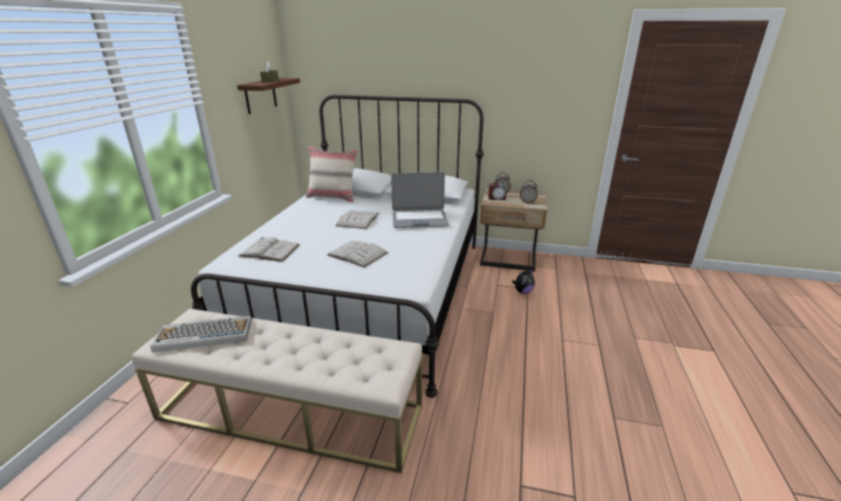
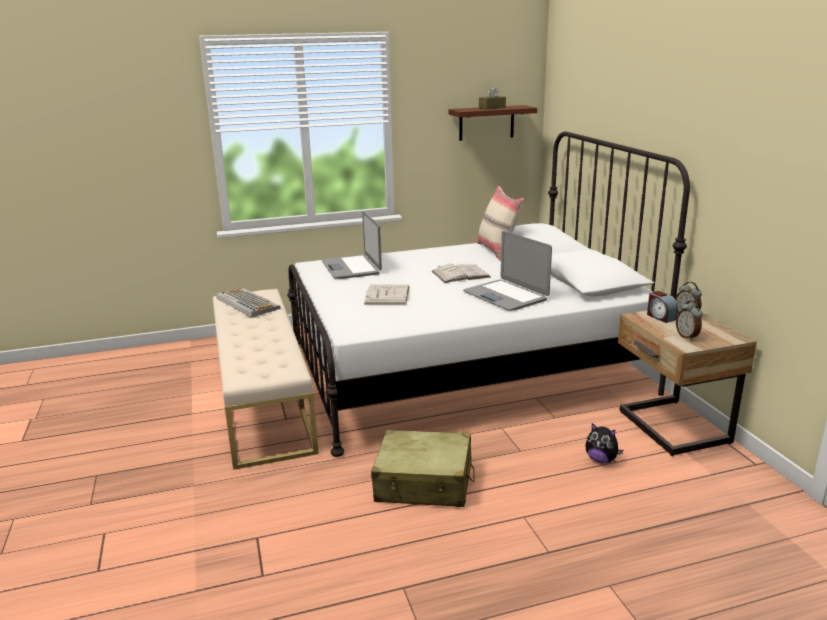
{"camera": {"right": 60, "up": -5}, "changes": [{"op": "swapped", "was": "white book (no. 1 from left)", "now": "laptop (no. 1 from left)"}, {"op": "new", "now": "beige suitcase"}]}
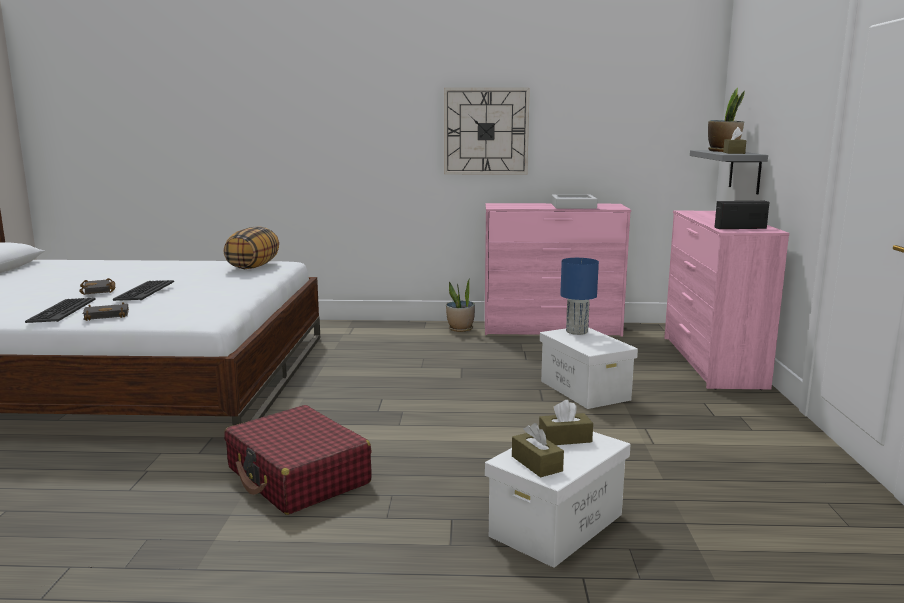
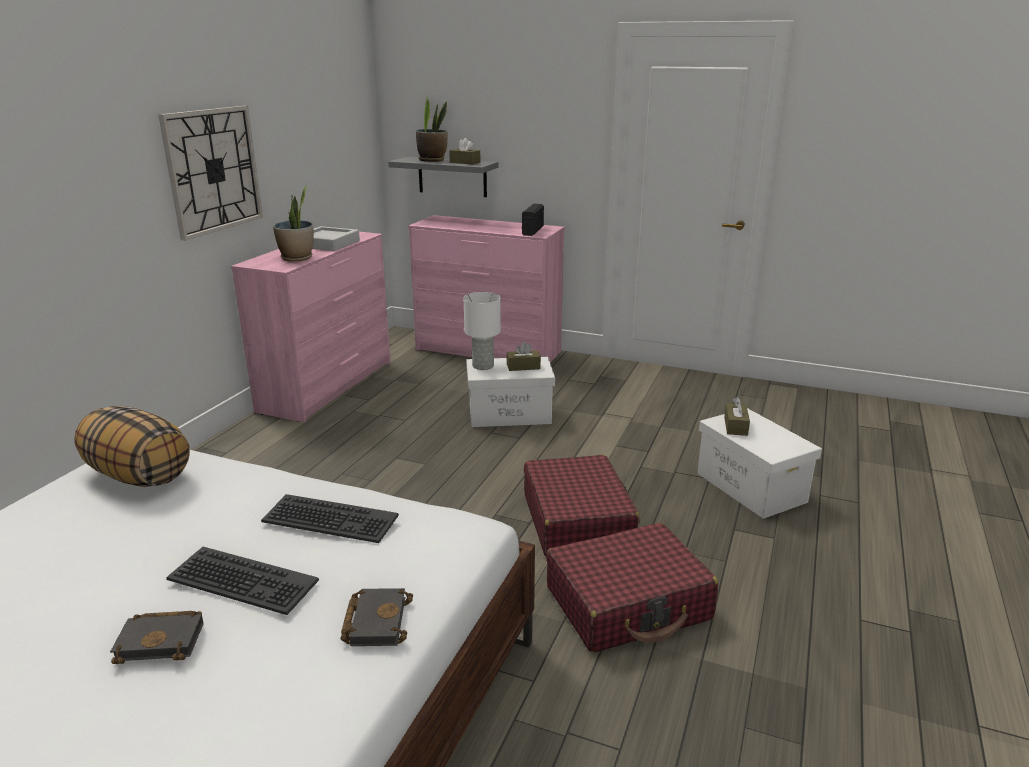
{"camera": {"right": -70, "up": 10}, "changes": [{"op": "repainted", "was": "blue table lamp", "now": "white table lamp"}, {"op": "shifted", "was": "potted plant (no. 1 from left)"}, {"op": "shifted", "was": "keyboard (no. 1 from left in the first image)", "now": "keyboard (no. 2 from left)"}, {"op": "shifted", "was": "brown tissue box (no. 1 from left in the first image)", "now": "brown tissue box (no. 2 from left)"}, {"op": "new", "now": "red suitcase (no. 1 from left)"}]}
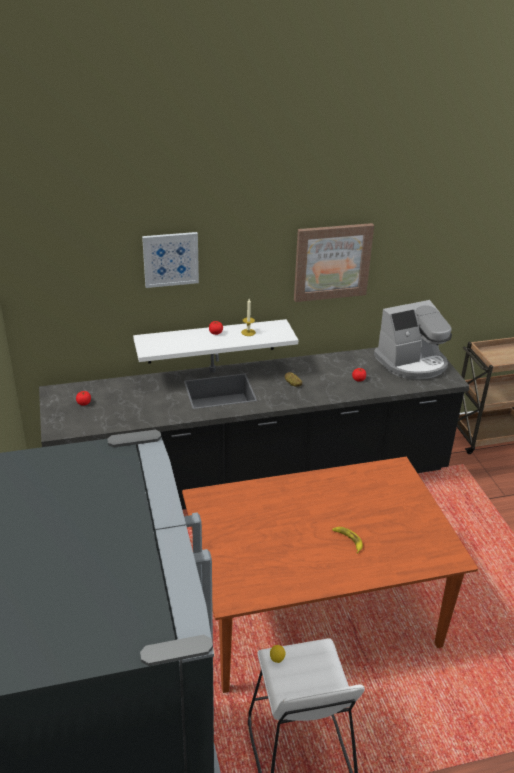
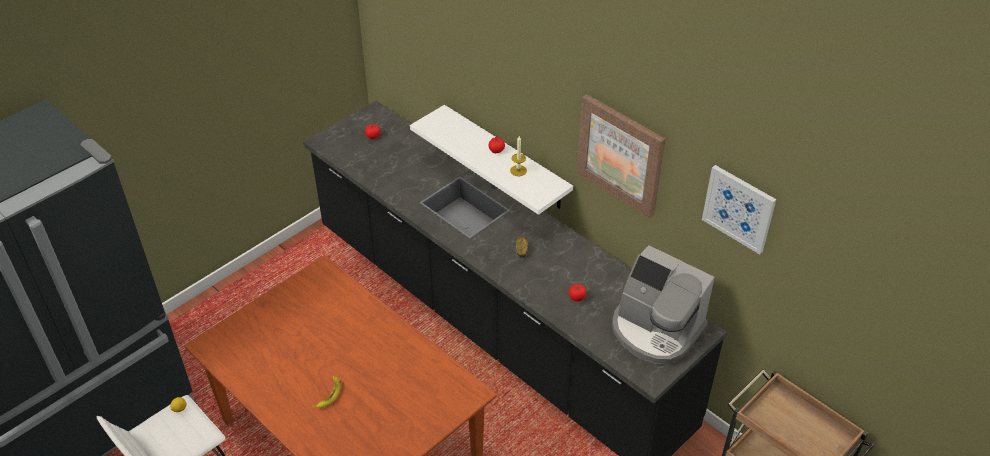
{"camera": {"right": 60, "up": 10}, "changes": [{"op": "shifted", "was": "picture (no. 1 from left in the first image)", "now": "picture (no. 2 from left)"}]}
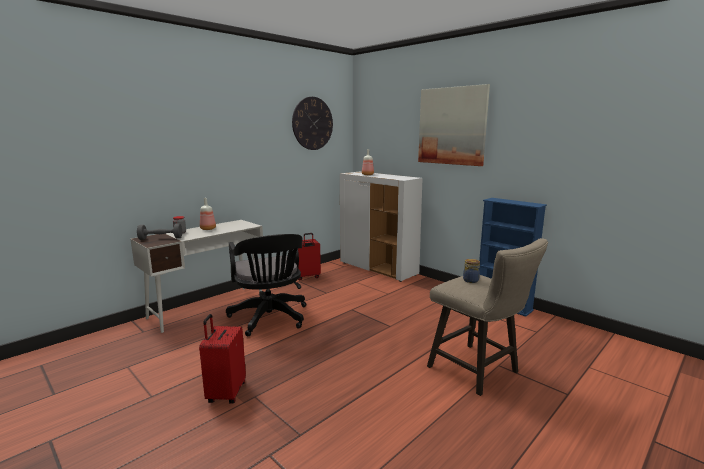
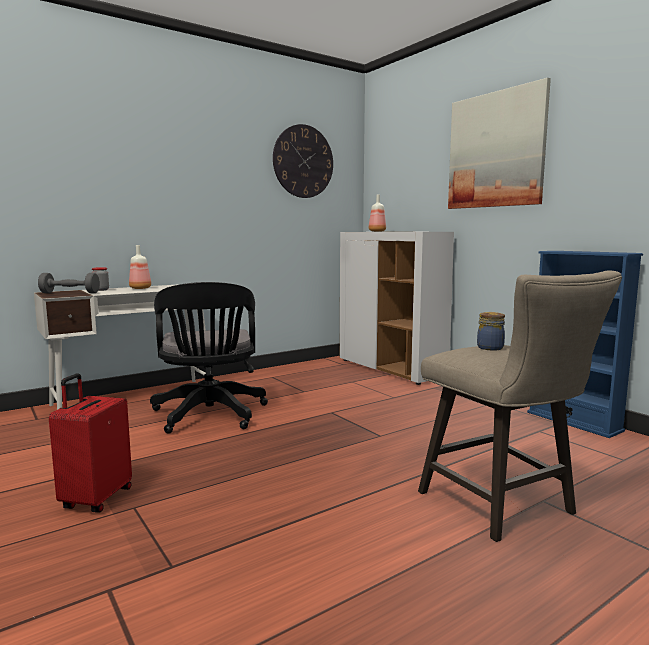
{"camera": {"right": 10, "up": -5}, "changes": [{"op": "gone", "was": "red suitcase (no. 2 from left)"}]}
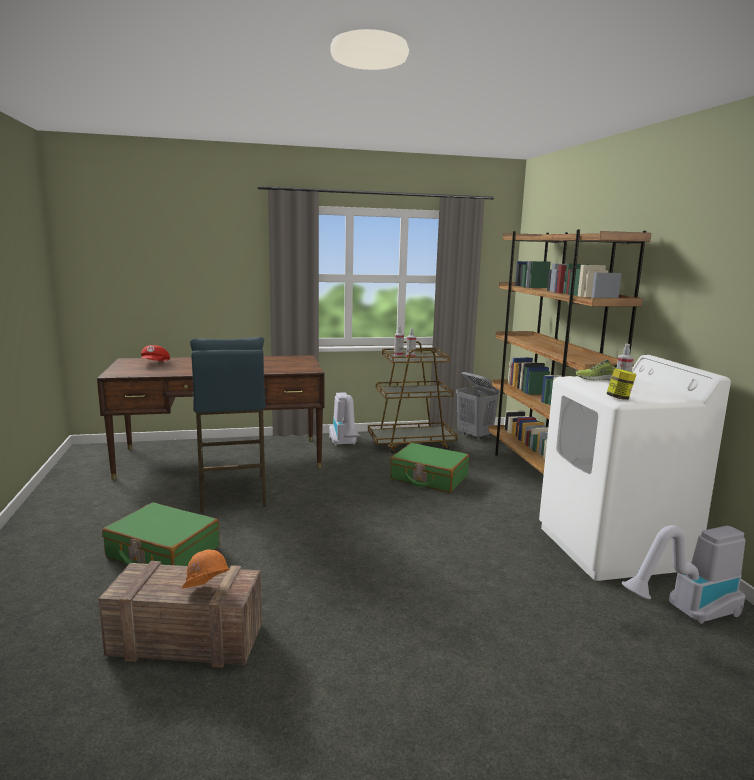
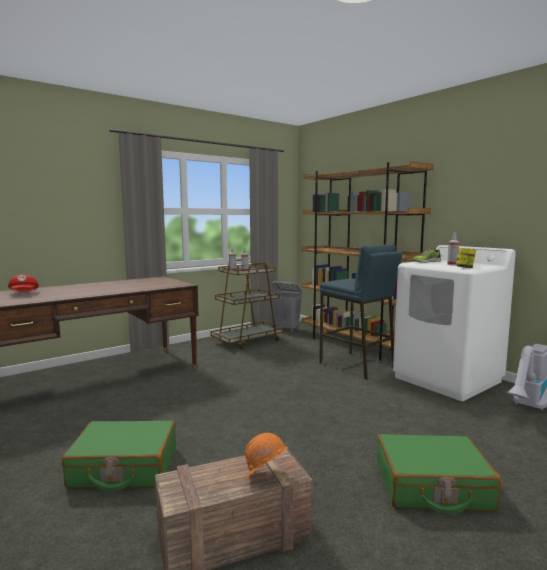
{"camera": {"right": -25, "up": -5}, "changes": [{"op": "shifted", "was": "blue stool"}, {"op": "gone", "was": "vacuum cleaner (no. 1 from left)"}, {"op": "shifted", "was": "green suitcase (no. 2 from left)"}]}
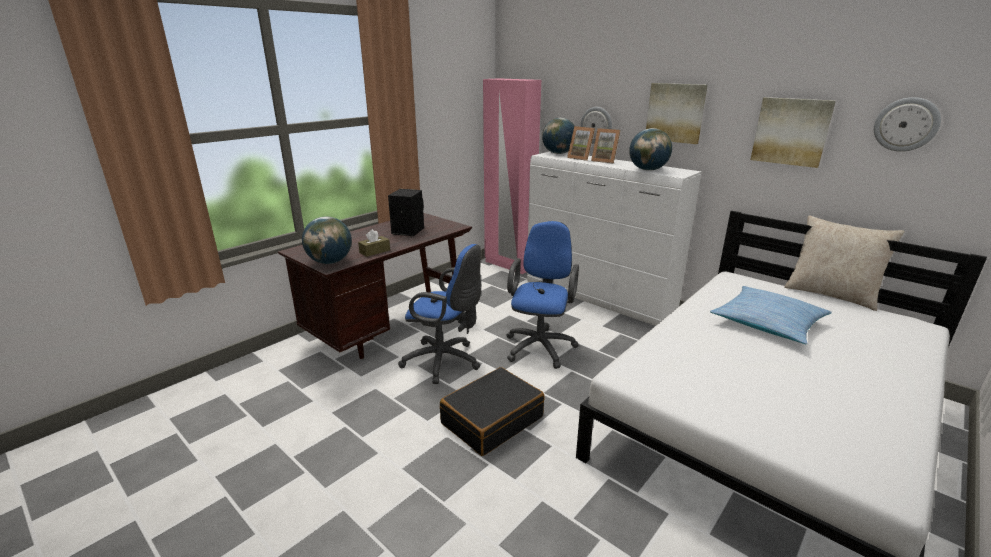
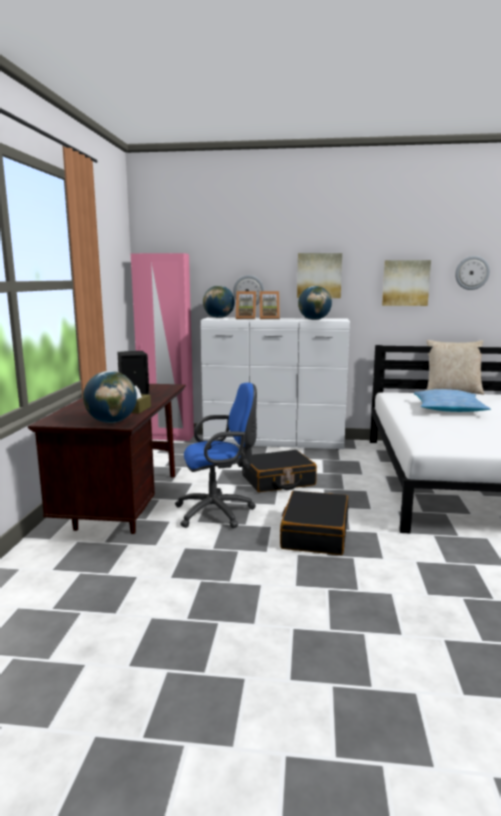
{"camera": {"right": -35, "up": -10}, "changes": [{"op": "swapped", "was": "blue office chair (no. 2 from left)", "now": "black suitcase (no. 1 from left)"}]}
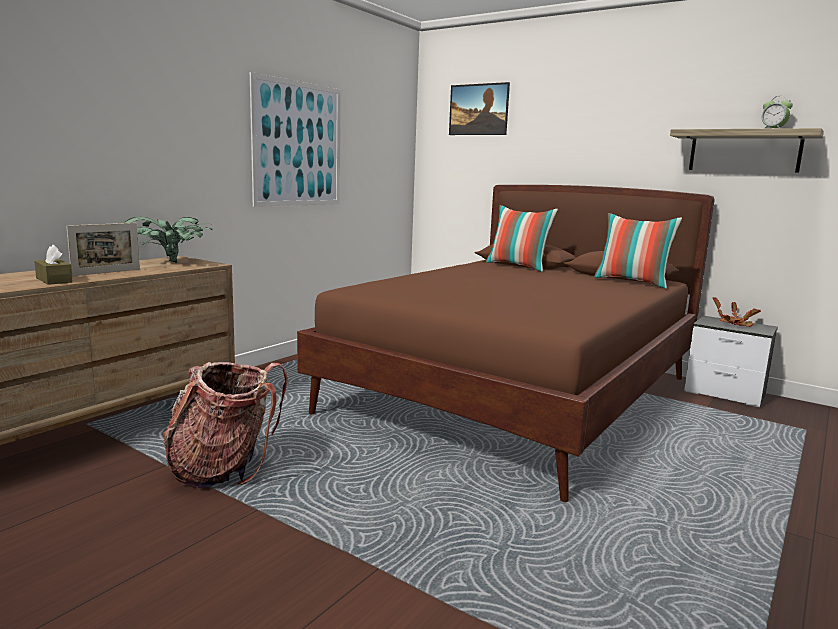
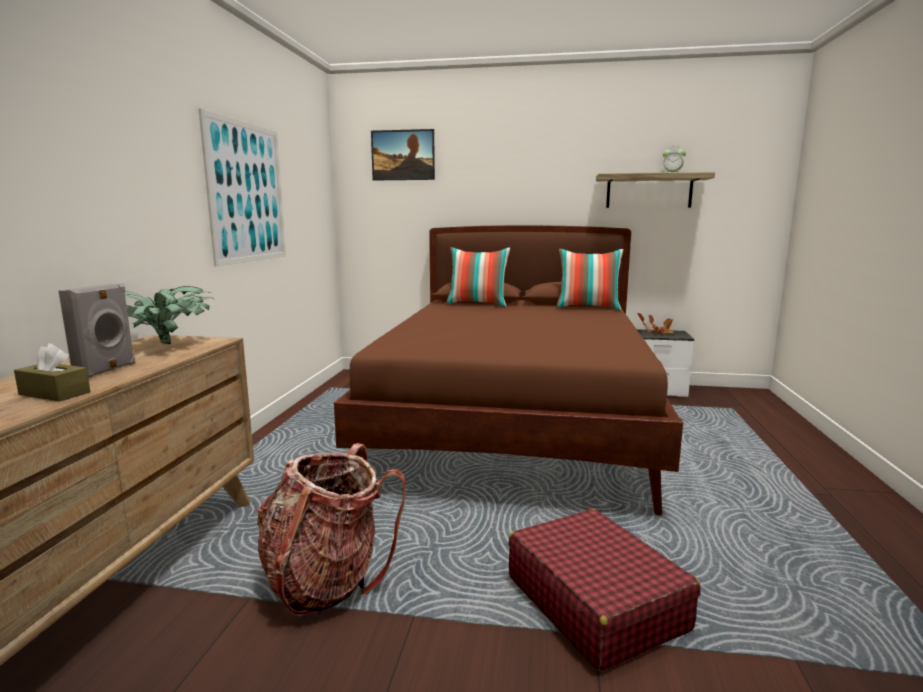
{"camera": {"right": -25, "up": 0}, "changes": [{"op": "swapped", "was": "picture frame", "now": "grey speaker"}, {"op": "new", "now": "red suitcase"}]}
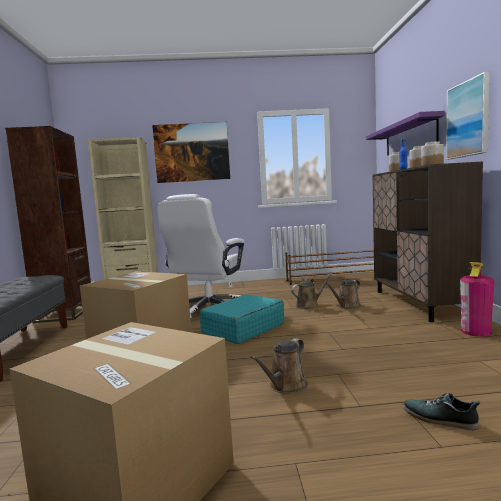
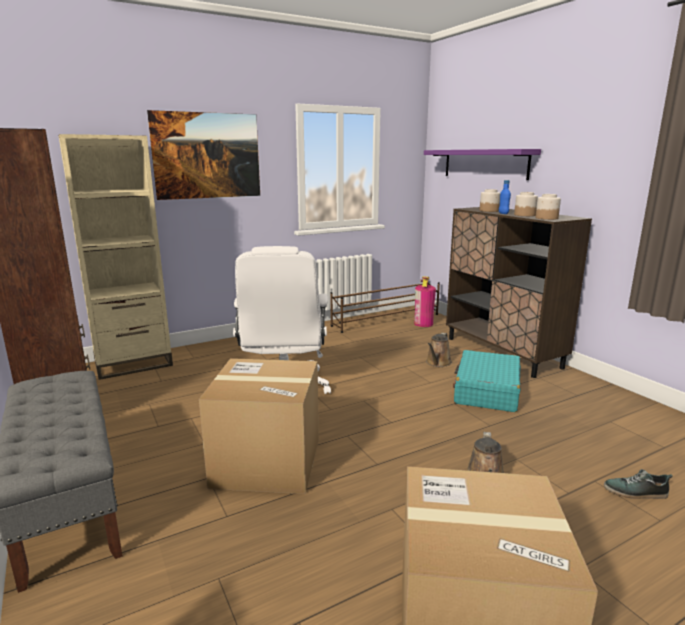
{"camera": {"right": -25, "up": 10}, "changes": [{"op": "gone", "was": "picture (no. 2 from left)"}, {"op": "shifted", "was": "fire extinguisher"}, {"op": "gone", "was": "brown watering can (no. 2 from left)"}, {"op": "shifted", "was": "turquoise suitcase"}]}
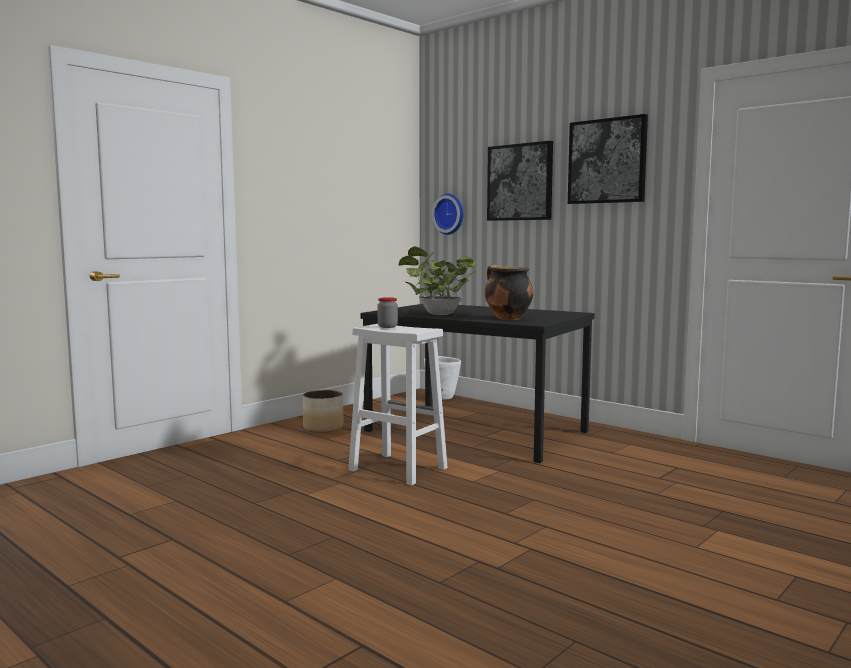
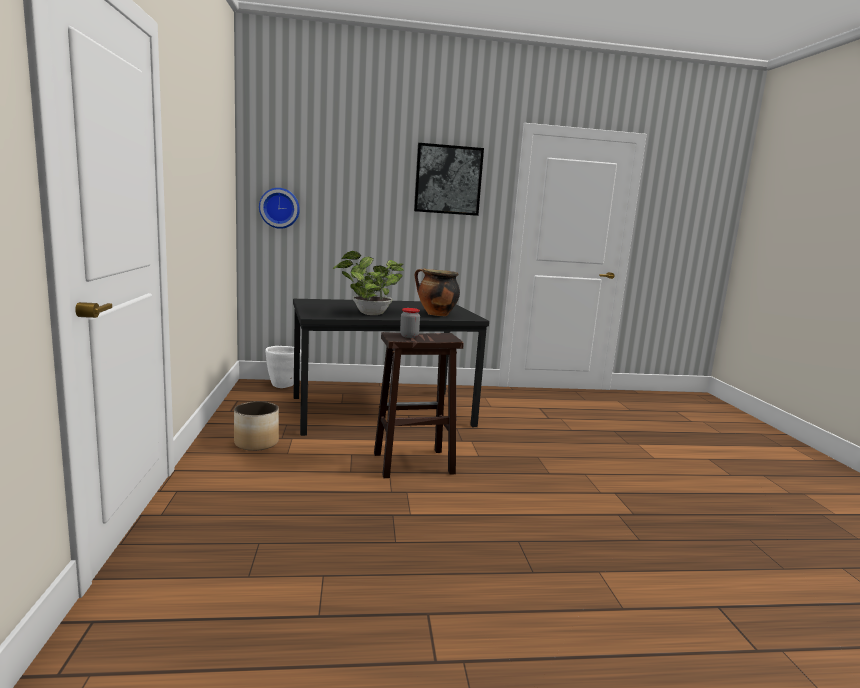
{"camera": {"right": -50, "up": 5}, "changes": [{"op": "gone", "was": "picture (no. 1 from left)"}, {"op": "repainted", "was": "white stool", "now": "brown stool"}]}
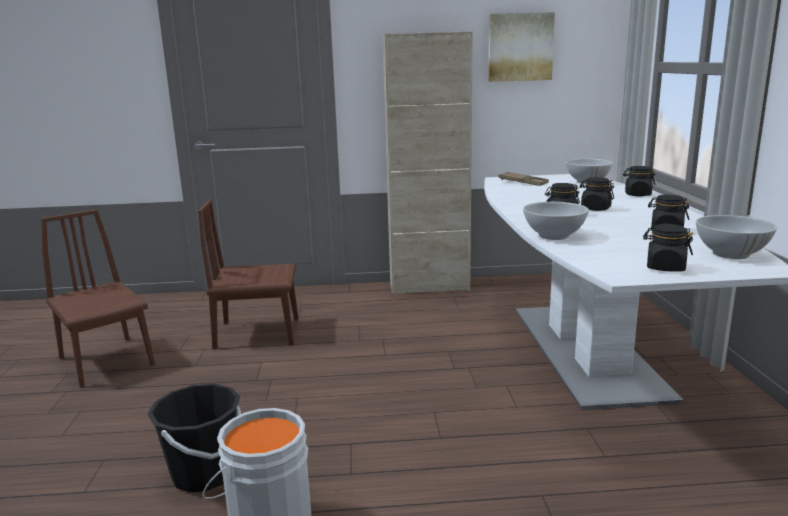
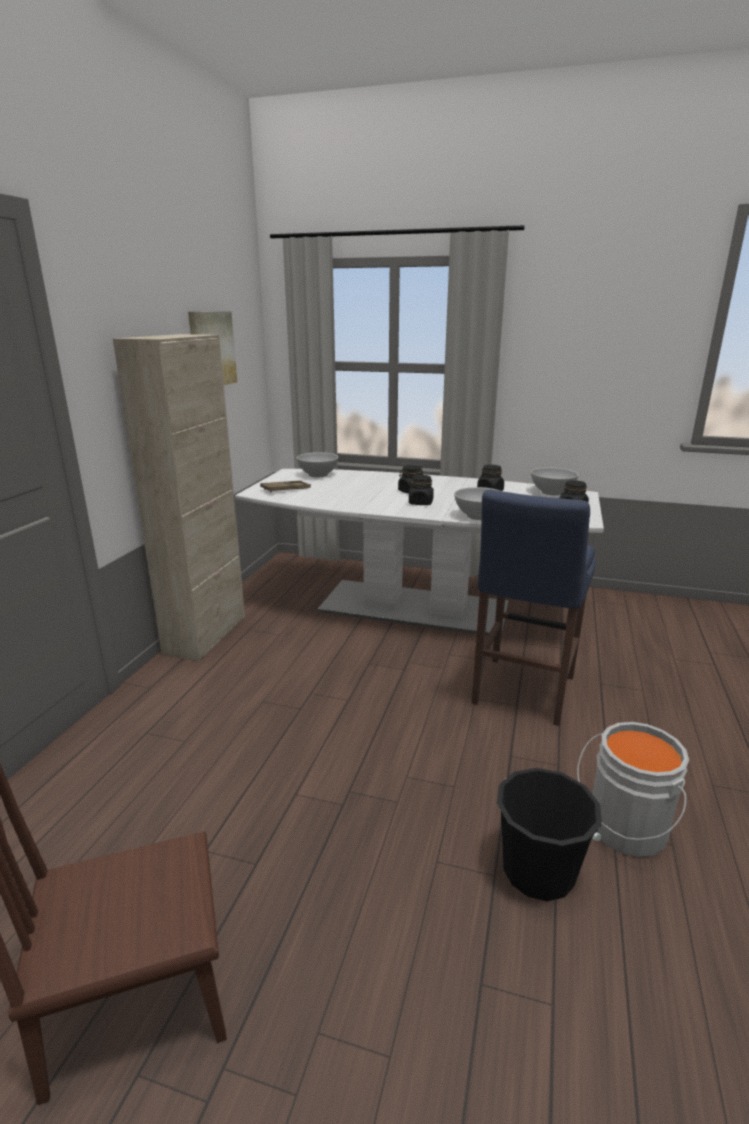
{"camera": {"right": -70, "up": 5}, "changes": [{"op": "gone", "was": "black jar (no. 3 from left)"}, {"op": "gone", "was": "brown chair (no. 2 from left)"}, {"op": "new", "now": "blue stool"}]}
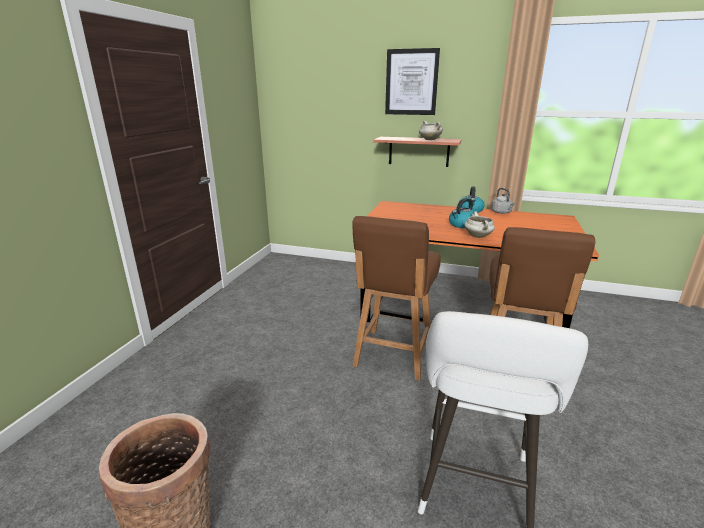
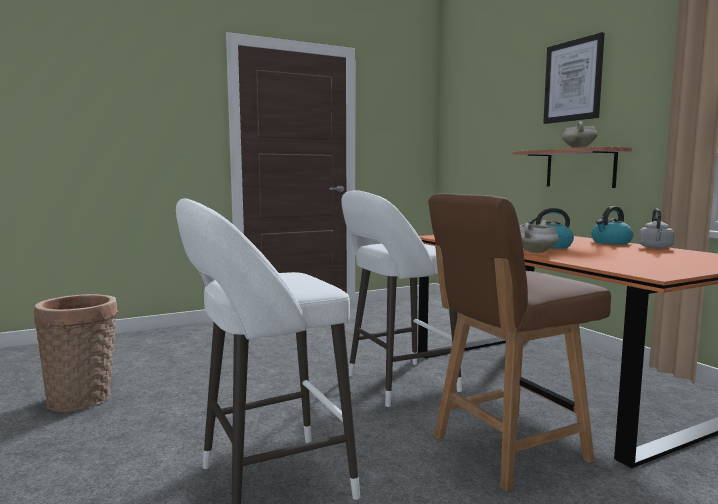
{"camera": {"right": 45, "up": -15}, "changes": [{"op": "swapped", "was": "brown chair (no. 1 from left)", "now": "white stool (no. 2 from left)"}]}
